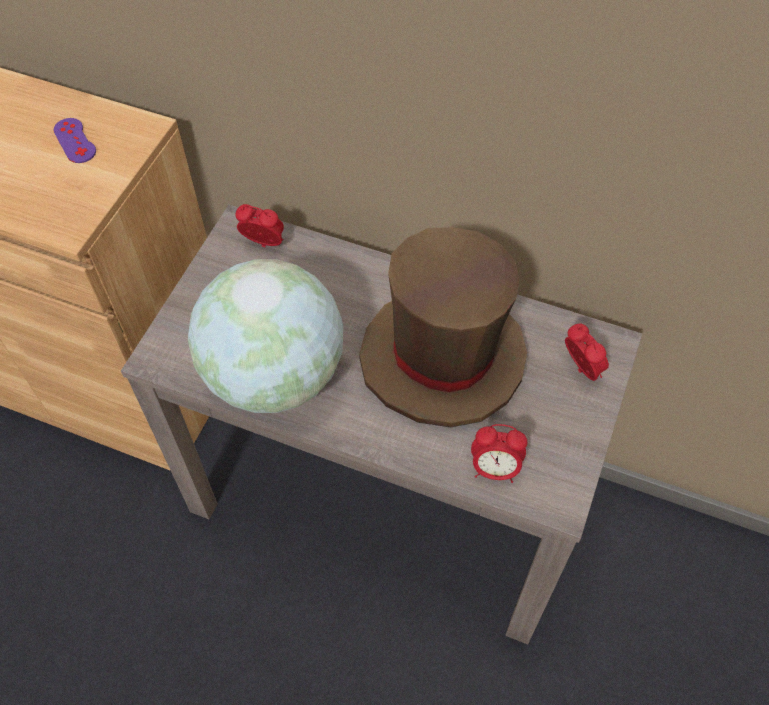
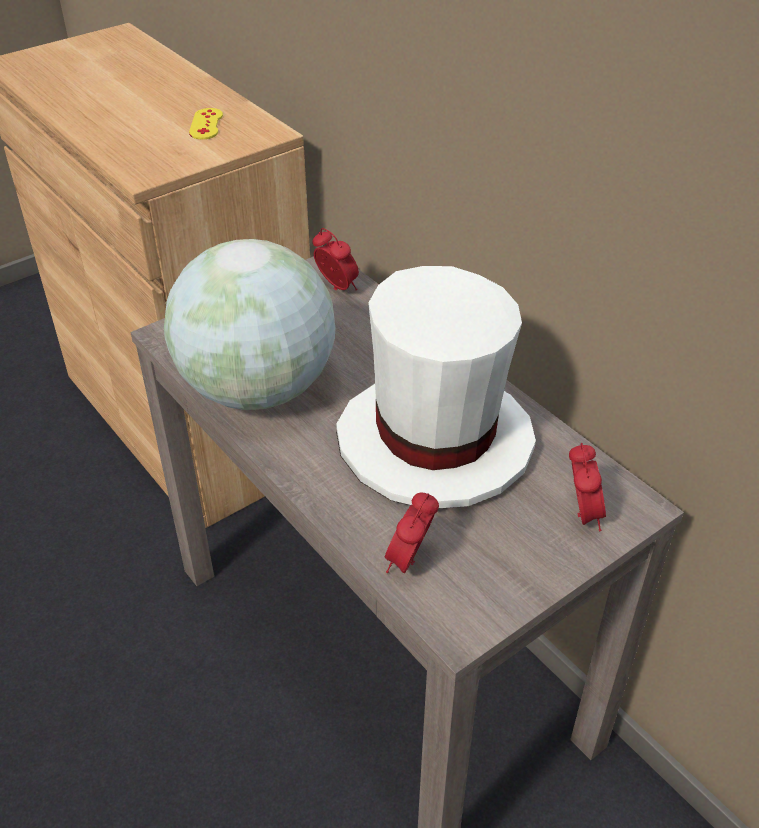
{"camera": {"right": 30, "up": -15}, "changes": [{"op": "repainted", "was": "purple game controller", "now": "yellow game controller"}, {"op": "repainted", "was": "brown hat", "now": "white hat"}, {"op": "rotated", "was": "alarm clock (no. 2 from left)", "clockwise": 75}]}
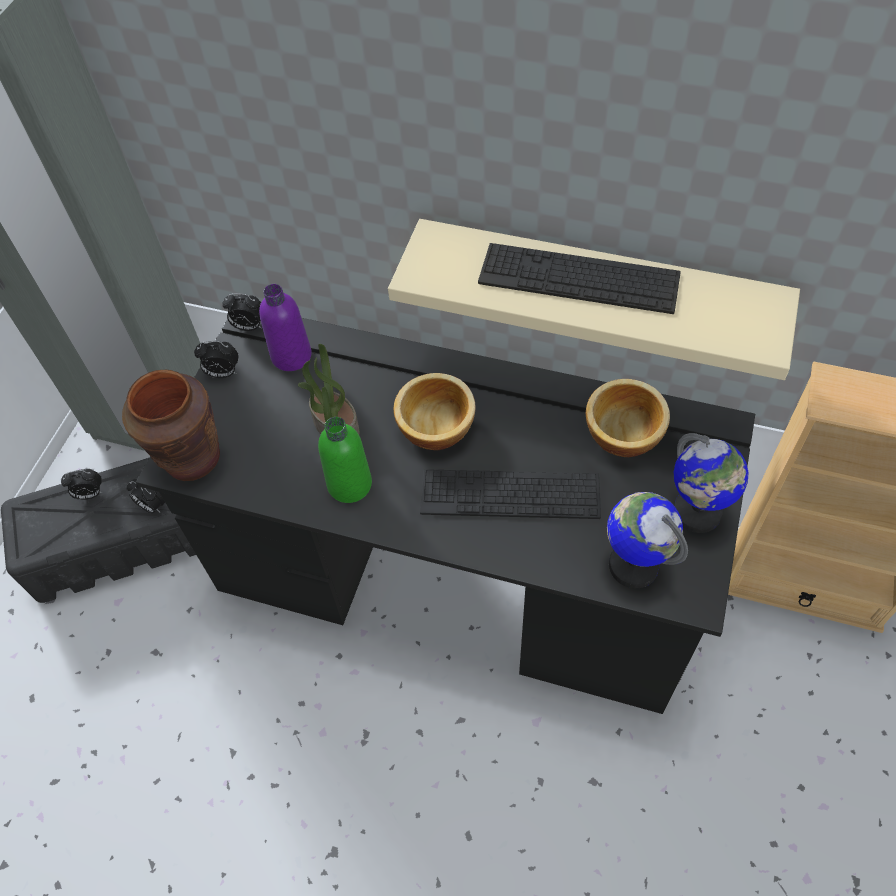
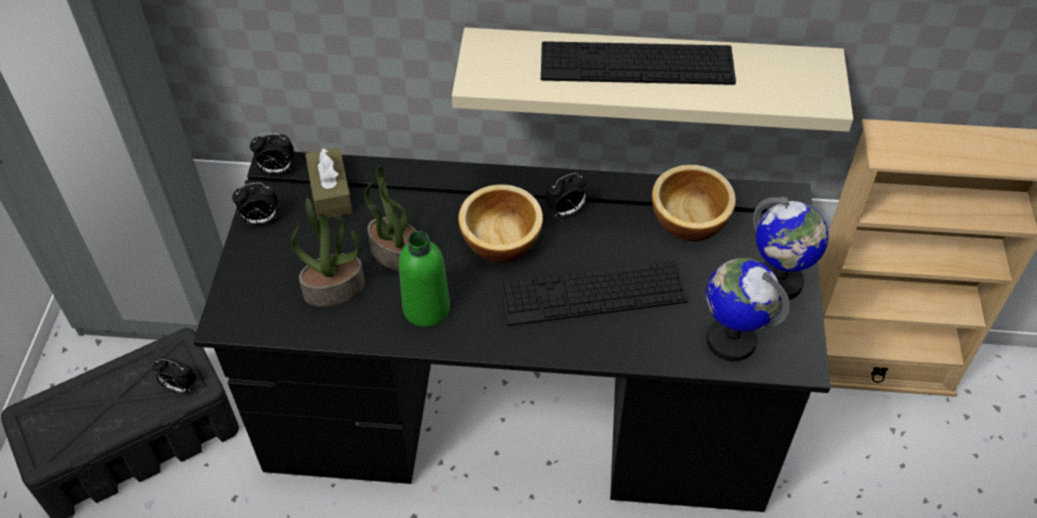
{"camera": {"right": -15, "up": -5}, "changes": [{"op": "swapped", "was": "purple bottle", "now": "brown tissue box"}, {"op": "gone", "was": "brown vase"}, {"op": "shifted", "was": "alarm clock (no. 1 from left in the first image)", "now": "alarm clock (no. 4 from left)"}, {"op": "new", "now": "potted plant (no. 1 from left)"}]}
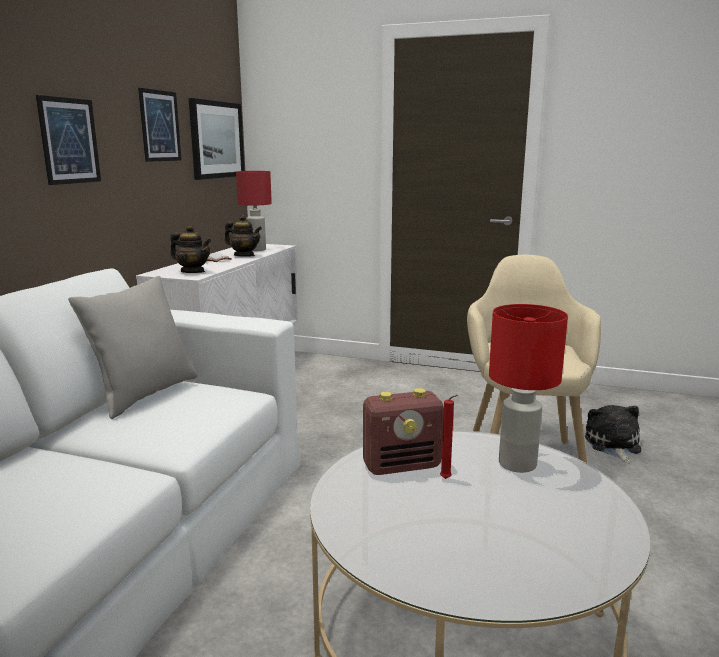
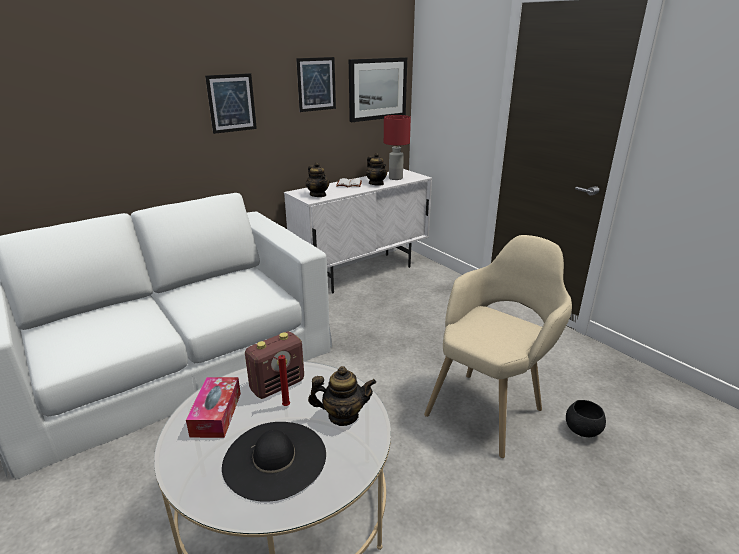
{"camera": {"right": 35, "up": 10}, "changes": [{"op": "gone", "was": "grey pillow"}, {"op": "swapped", "was": "red table lamp (no. 2 from left)", "now": "teapot (no. 2 from left)"}, {"op": "rotated", "was": "radio", "clockwise": -60}, {"op": "swapped", "was": "plush toy", "now": "black bowl"}, {"op": "new", "now": "tissue box"}, {"op": "new", "now": "black hat"}]}
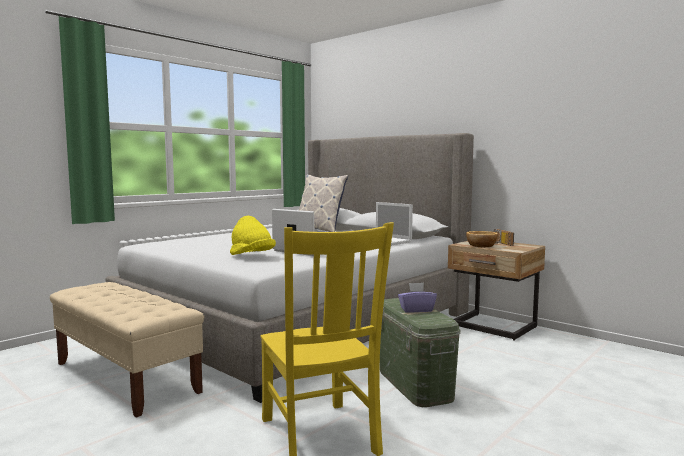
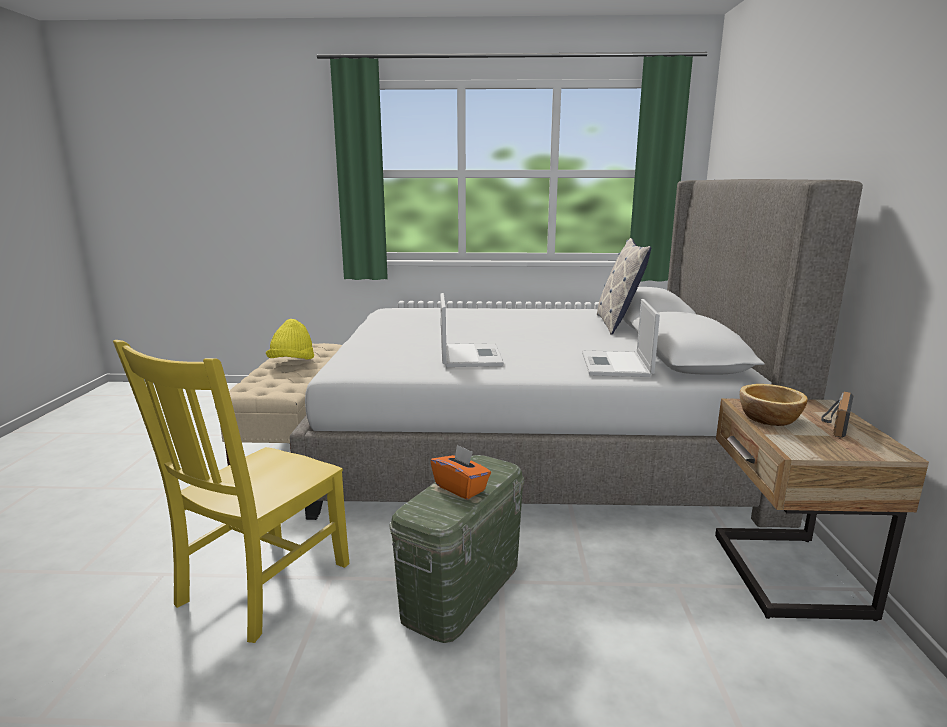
{"camera": {"right": 50, "up": 10}, "changes": [{"op": "shifted", "was": "yellow hat"}, {"op": "repainted", "was": "purple tissue box", "now": "orange tissue box"}]}
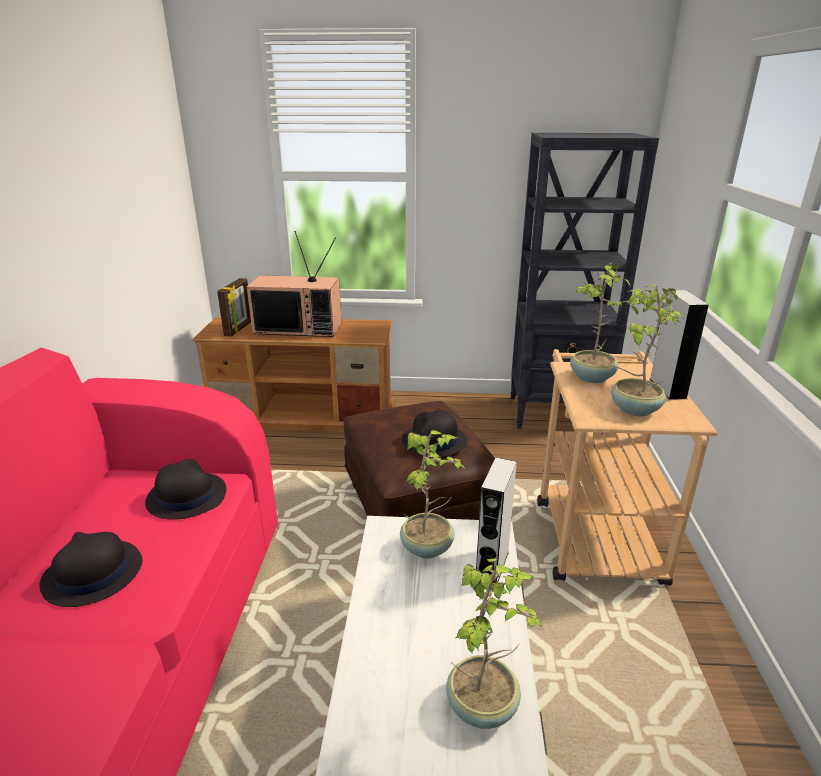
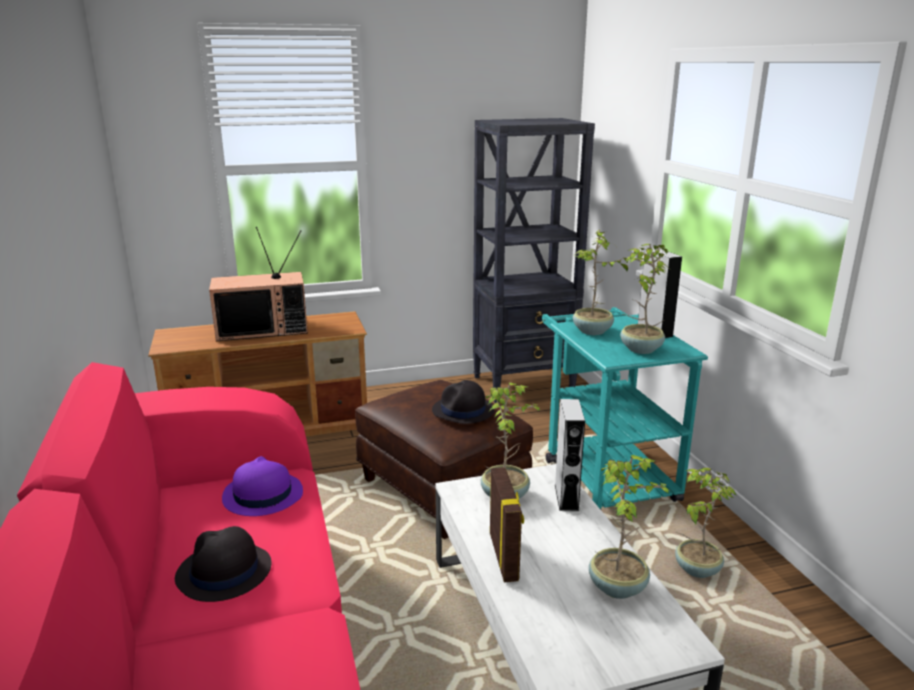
{"camera": {"right": -20, "up": -5}, "changes": [{"op": "shifted", "was": "picture frame"}, {"op": "repainted", "was": "beige cart", "now": "turquoise cart"}, {"op": "repainted", "was": "black hat (no. 2 from left)", "now": "purple hat"}, {"op": "new", "now": "potted plant (no. 5 from left)"}]}
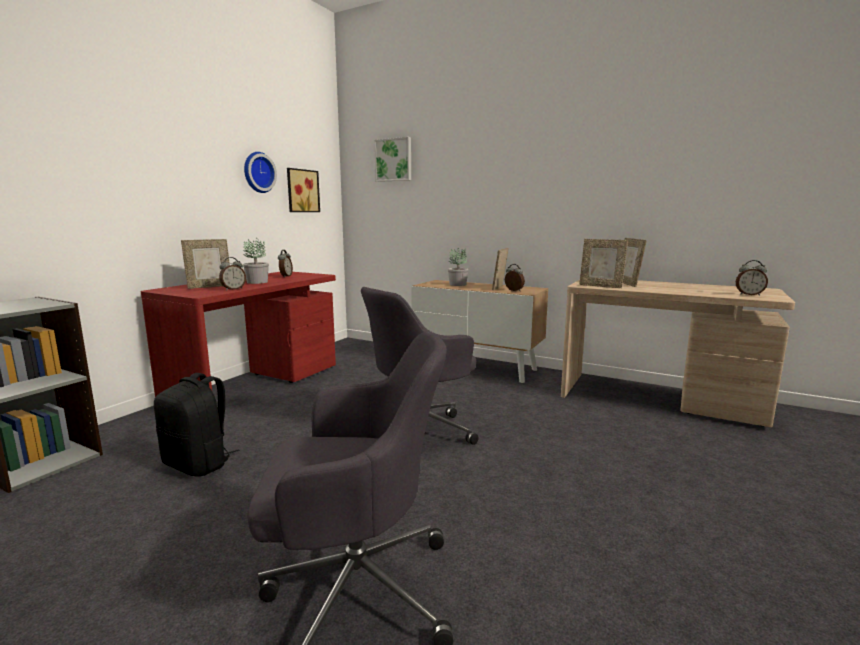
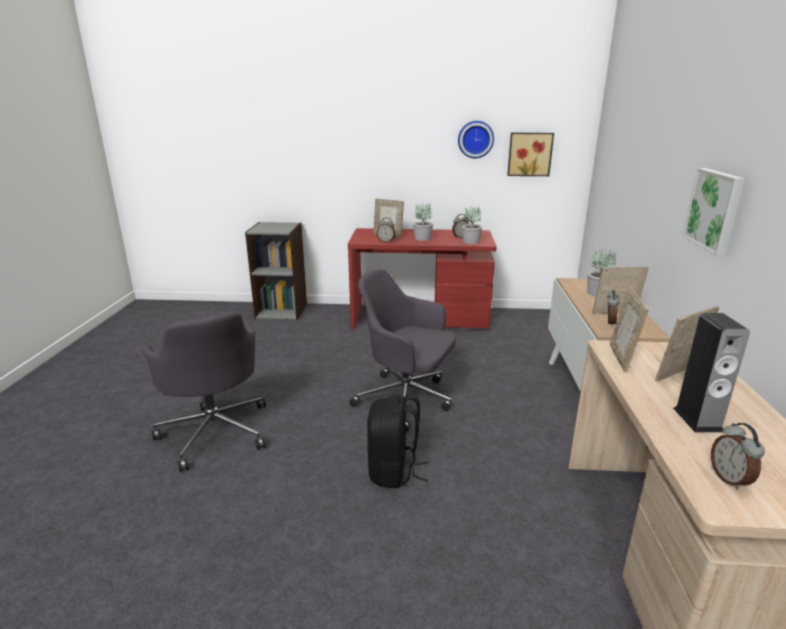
{"camera": {"right": 65, "up": 10}, "changes": [{"op": "shifted", "was": "picture (no. 2 from left)"}, {"op": "shifted", "was": "black backpack"}, {"op": "new", "now": "potted plant (no. 2 from left)"}, {"op": "new", "now": "speaker"}]}
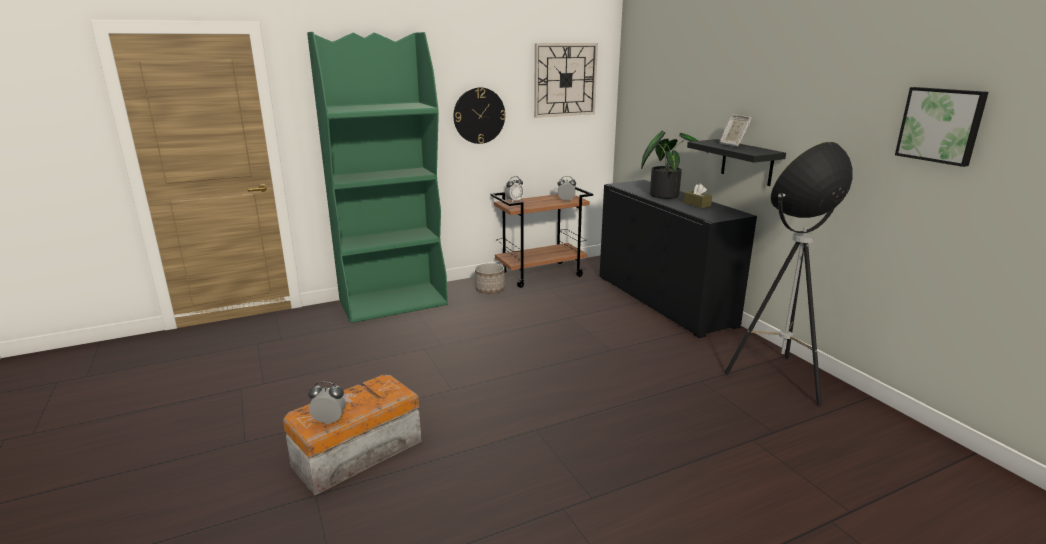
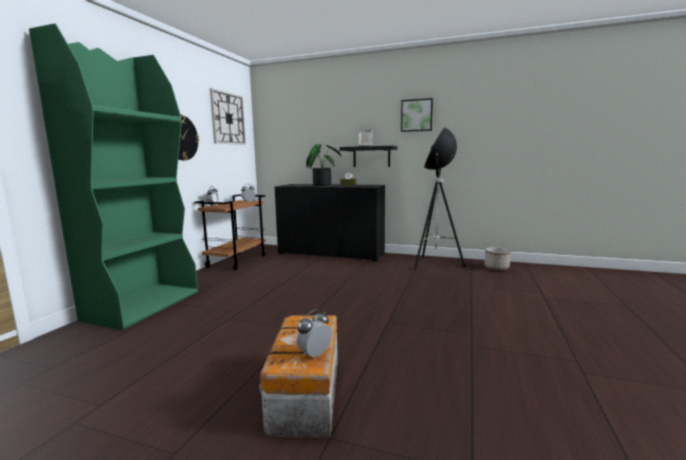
{"camera": {"right": -45, "up": -10}, "changes": [{"op": "shifted", "was": "picture"}, {"op": "shifted", "was": "planter"}]}
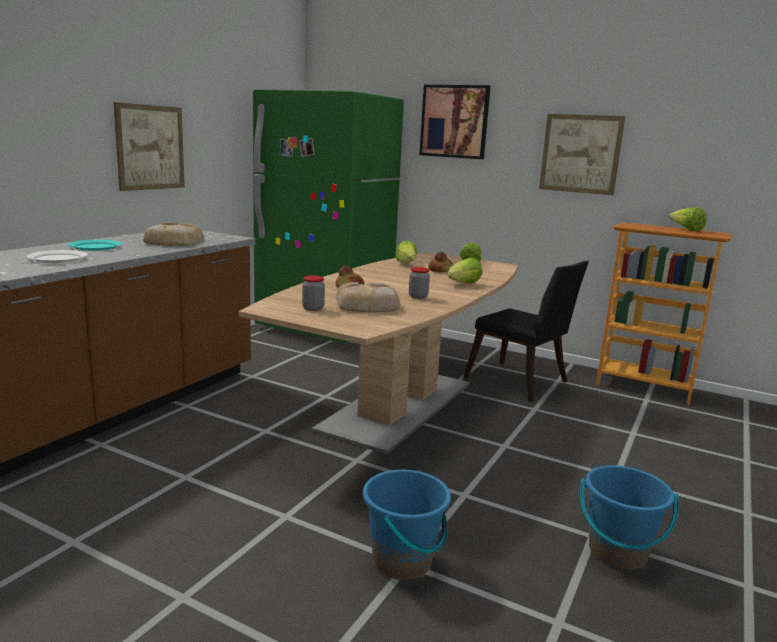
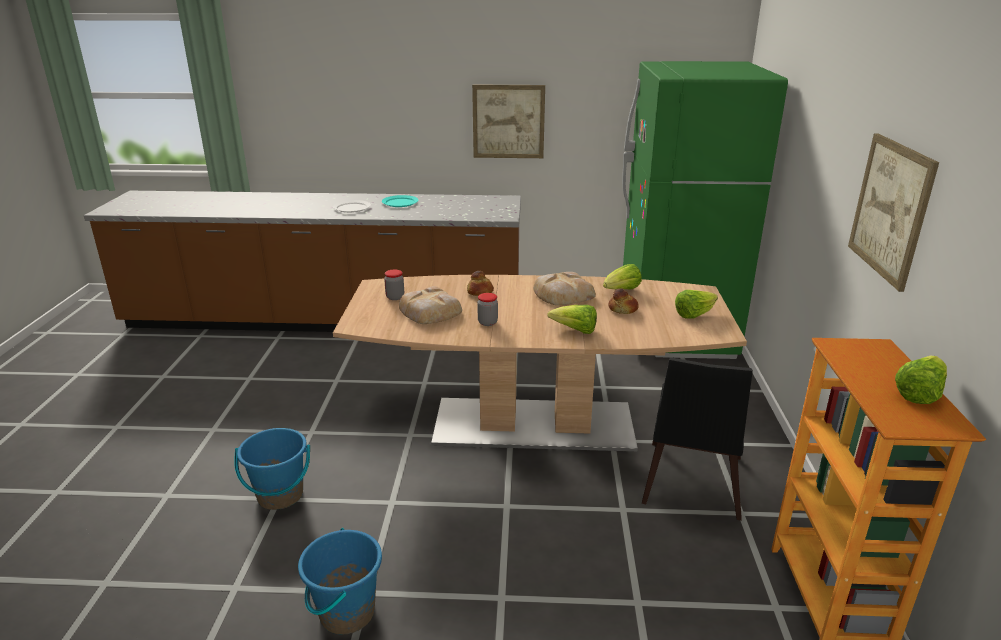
{"camera": {"right": 65, "up": 10}, "changes": [{"op": "gone", "was": "picture (no. 2 from left)"}, {"op": "shifted", "was": "bread (no. 1 from left in the first image)", "now": "bread (no. 3 from left)"}]}
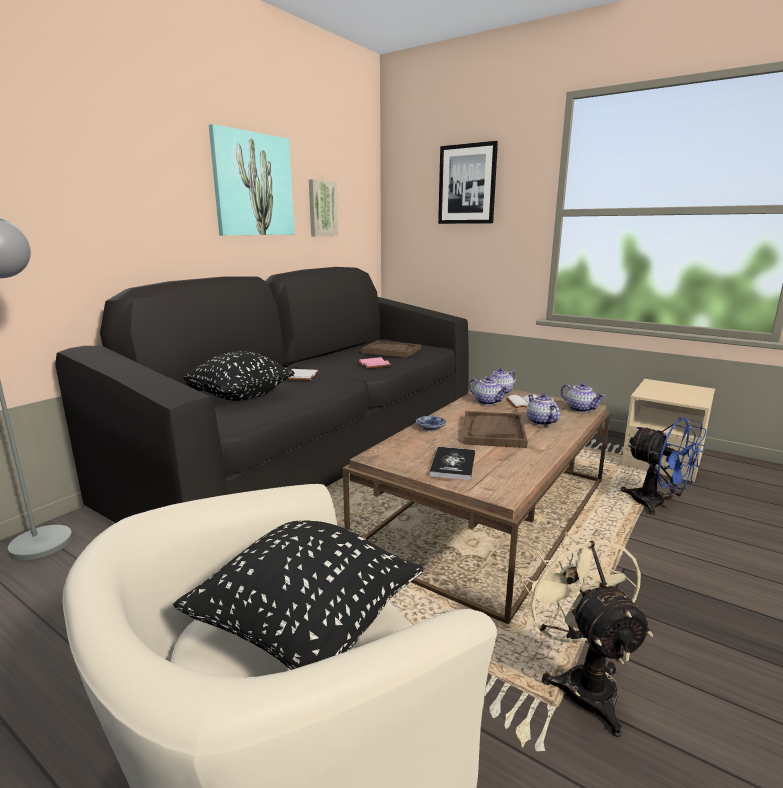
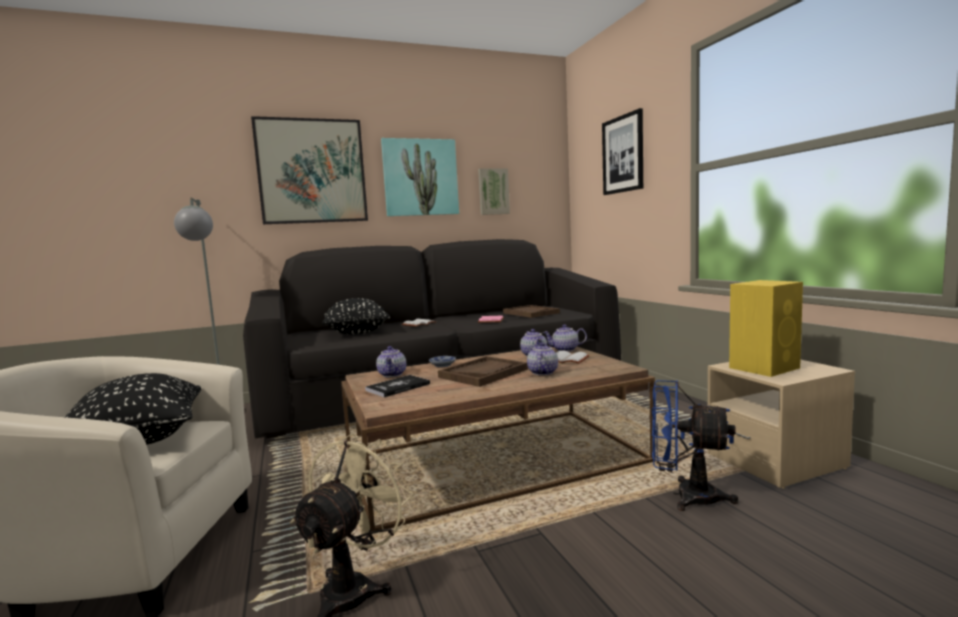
{"camera": {"right": 35, "up": -10}, "changes": [{"op": "shifted", "was": "teapot (no. 4 from left in the first image)", "now": "teapot (no. 1 from left)"}, {"op": "rotated", "was": "blue fan", "clockwise": 120}, {"op": "new", "now": "picture (no. 1 from left)"}, {"op": "new", "now": "yellow speaker"}]}
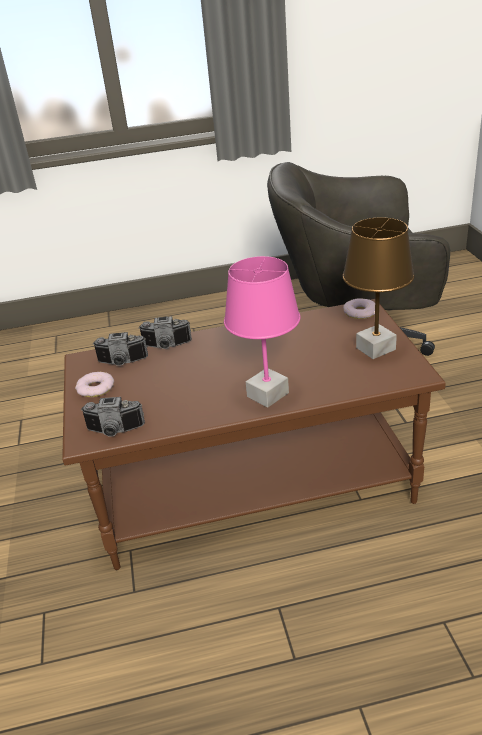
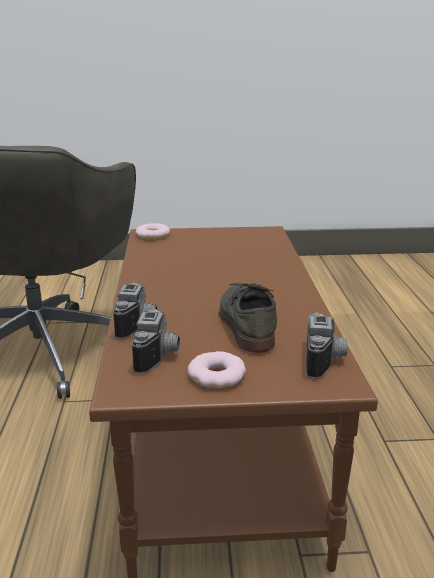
{"camera": {"right": -85, "up": -10}, "changes": [{"op": "gone", "was": "brown table lamp"}, {"op": "gone", "was": "pink table lamp"}, {"op": "new", "now": "grey shoe"}]}
